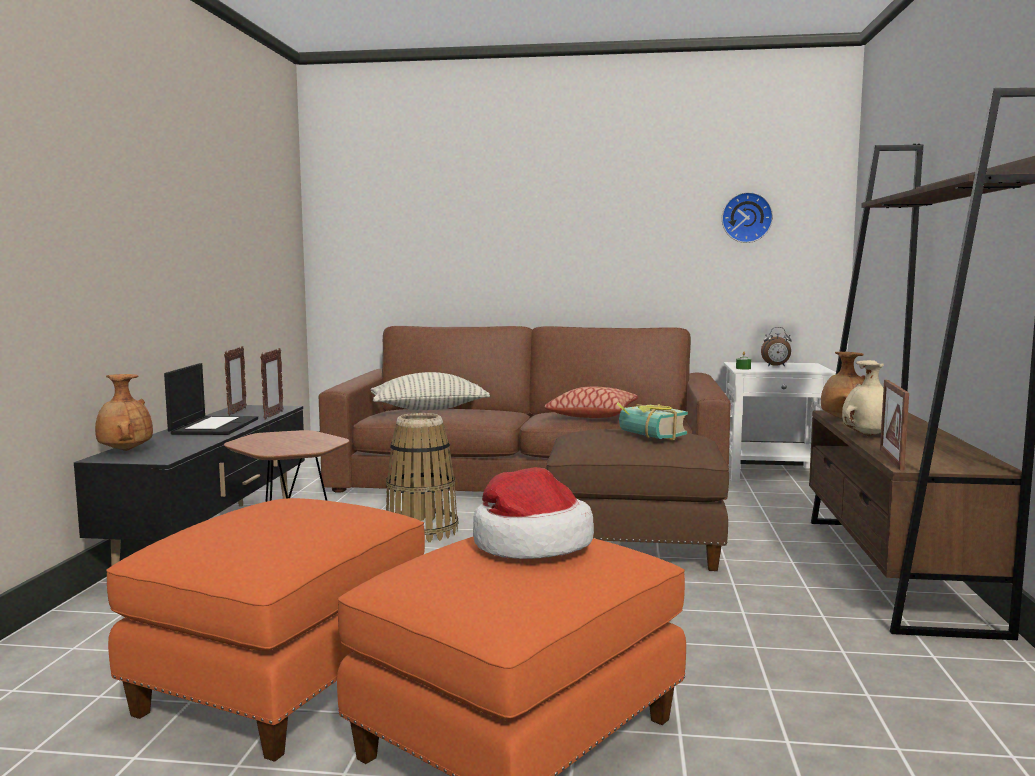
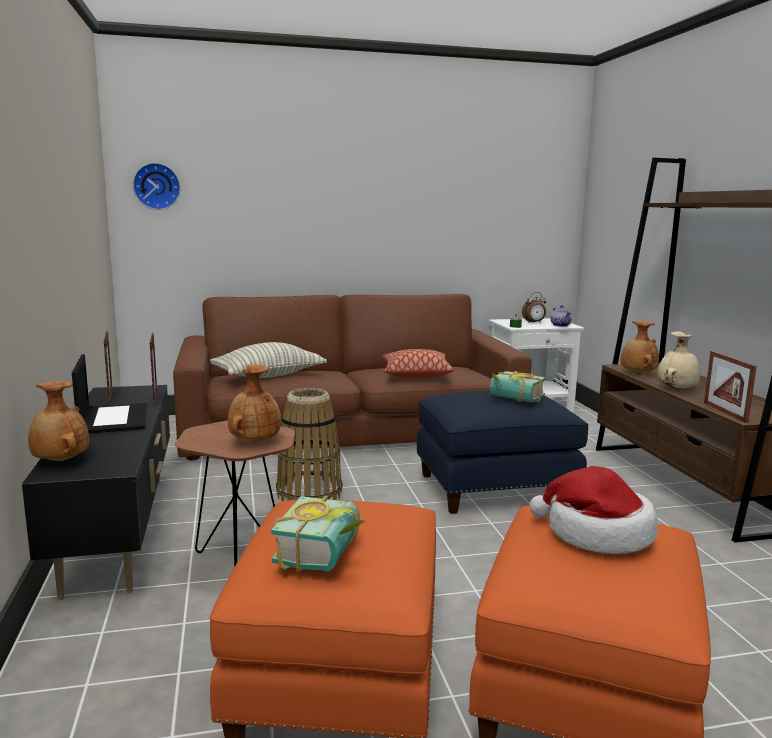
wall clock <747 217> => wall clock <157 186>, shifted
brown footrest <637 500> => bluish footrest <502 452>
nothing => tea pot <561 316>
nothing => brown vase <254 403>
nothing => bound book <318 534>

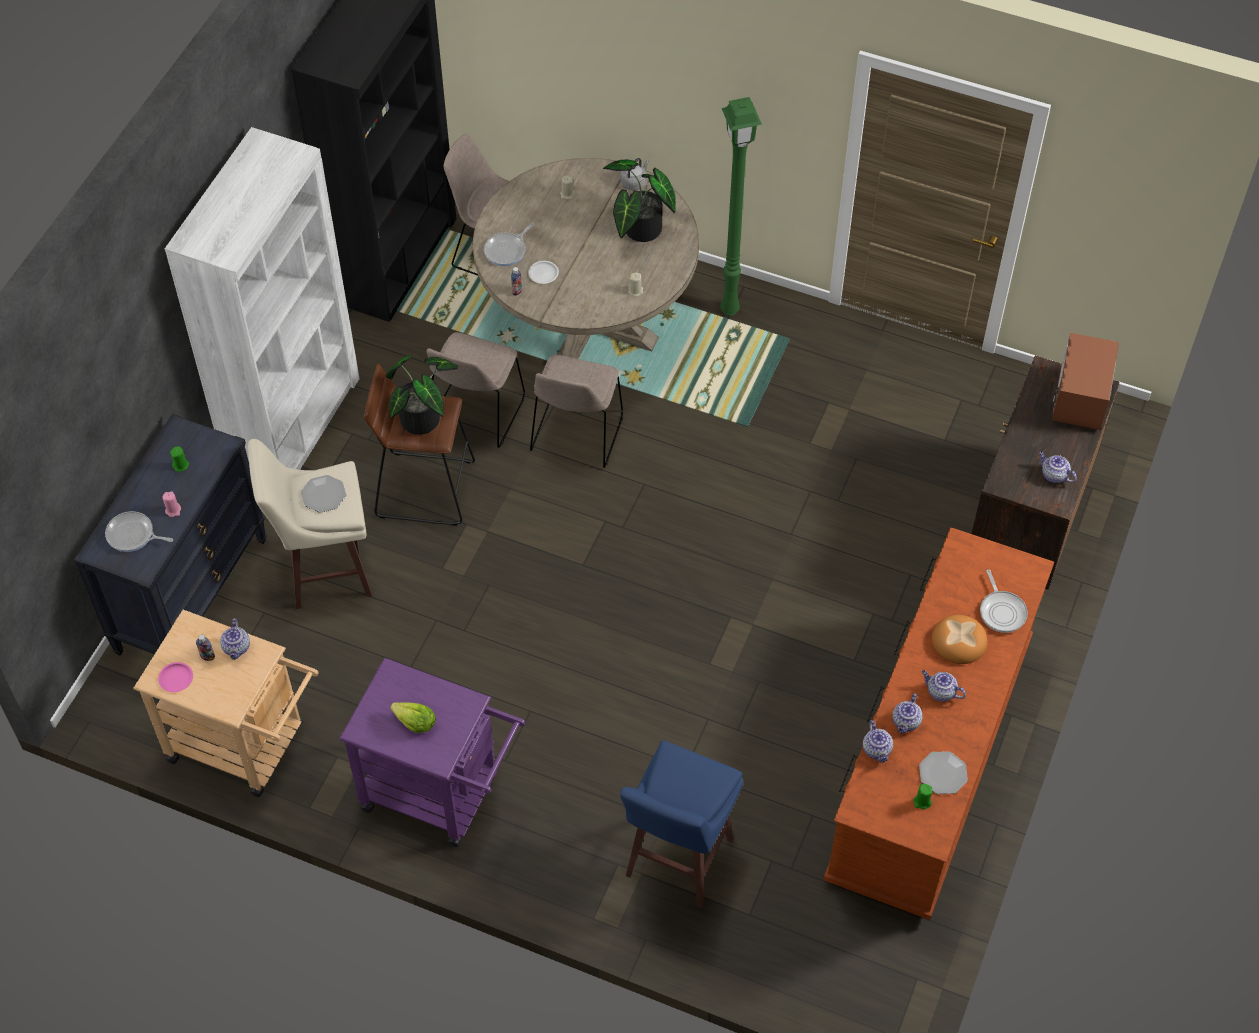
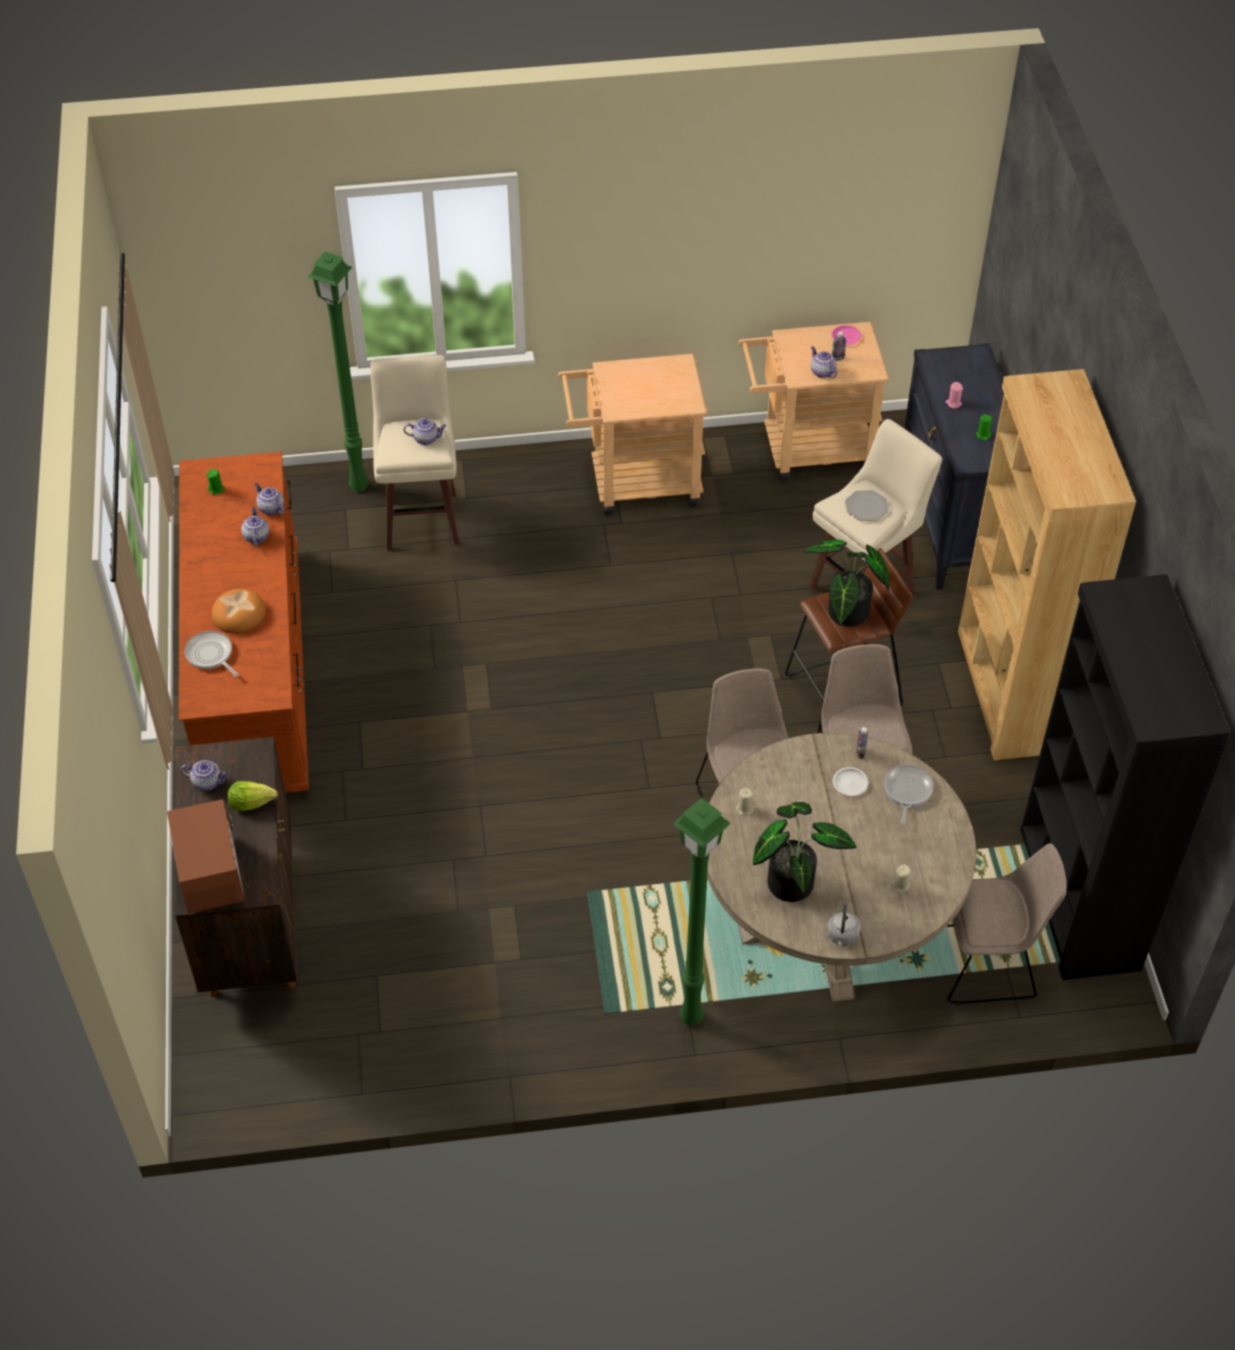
white-coloured shelving unit <262 298> => brown shelving unit <1047 564>
skillet <139 531> => nothing
purplish cart <432 752> => sand-coloured cart <633 434>
tea pot <944 686> => tea pot <424 431>, shifted
lettuce <413 717> => lettuce <253 796>, shifted
bluish sitting stool <681 824> => sand-coloured sitting stool <414 452>
plate <943 772> => nothing
nothing => green standing lamp <338 372>

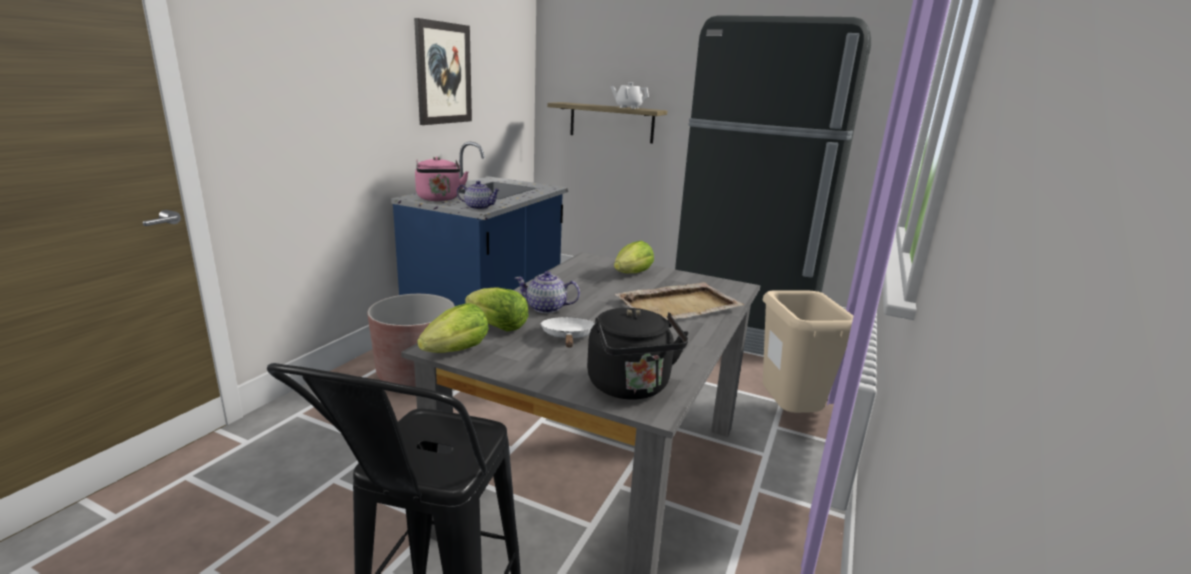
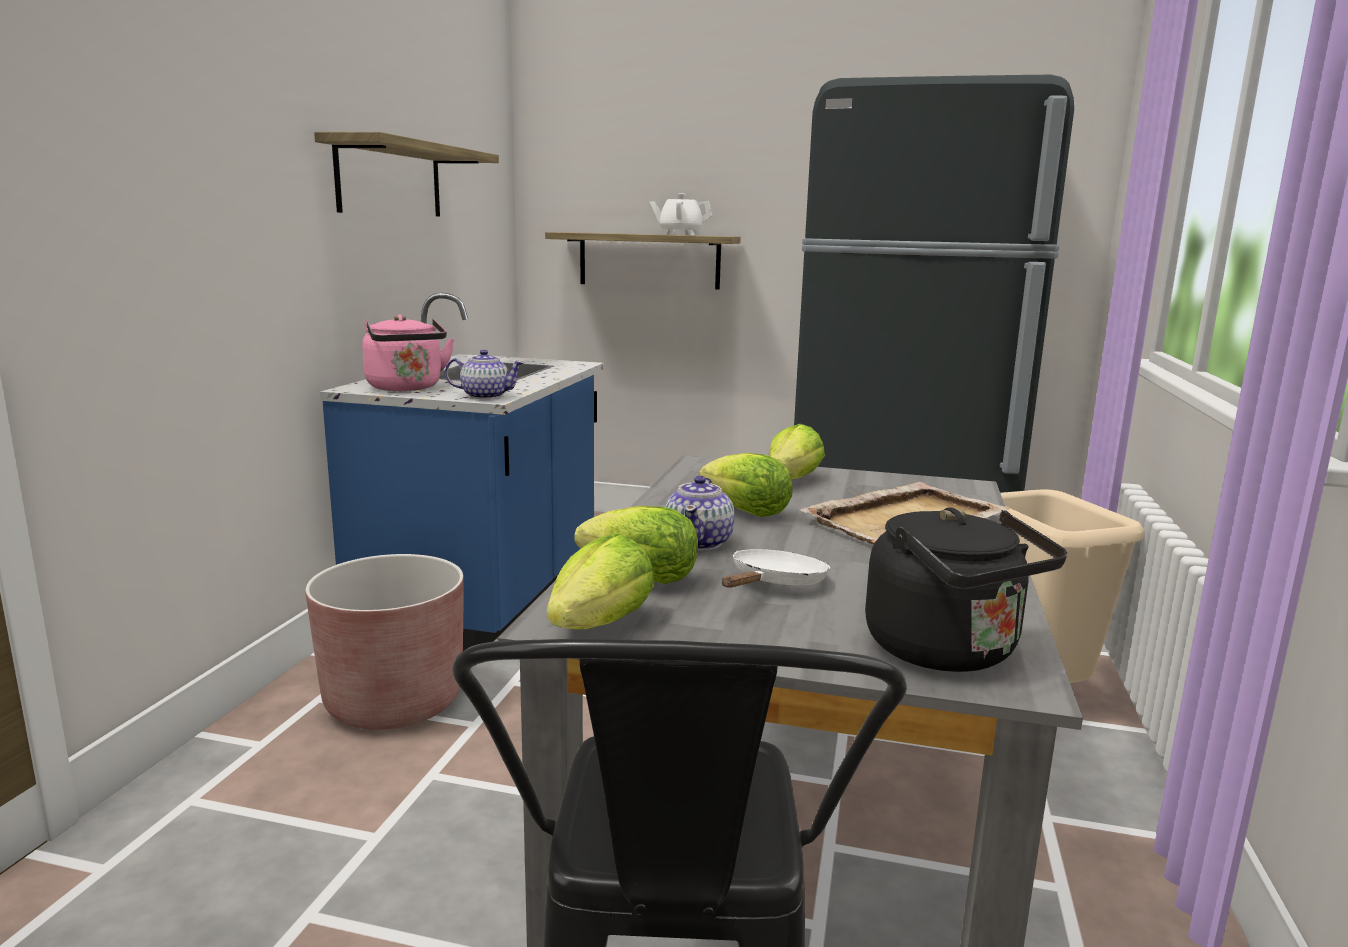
wall art <443 71> => wall shelf <406 174>
tea pot <547 292> => tea pot <700 513>, 75 degrees counterclockwise
white-coloured skillet <567 332> => white-coloured skillet <776 568>, 45 degrees clockwise
nothing => lettuce <745 485>

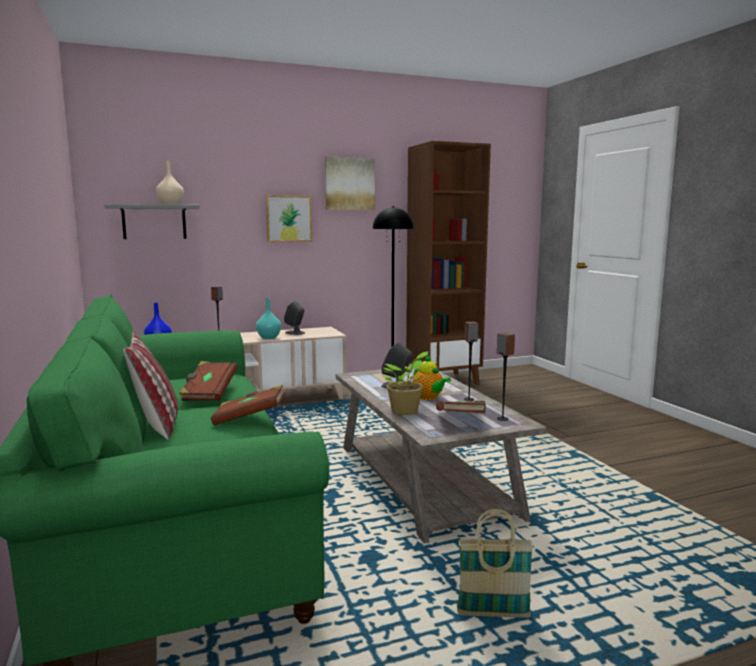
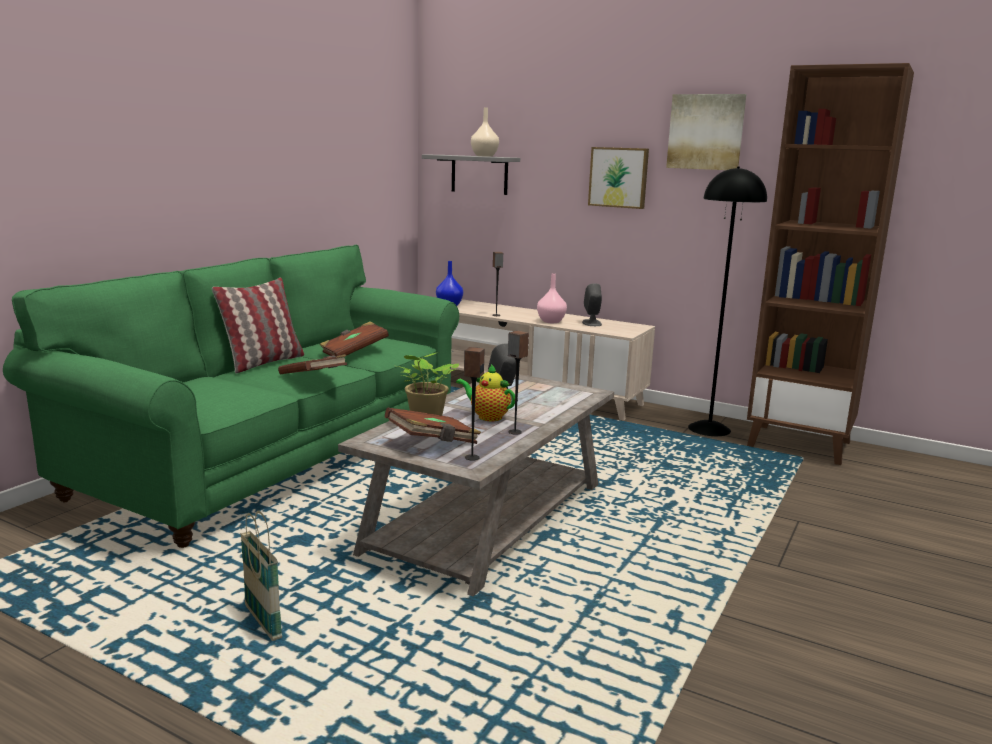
turquoise-coloured vase <268 318> => pinkish vase <552 298>
tea pot <431 377> => tea pot <485 392>, 105 degrees clockwise

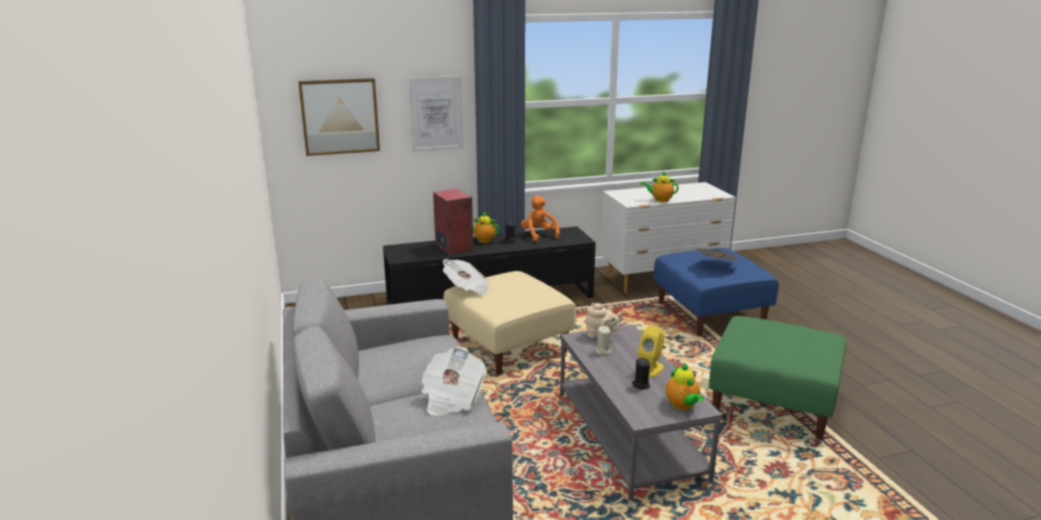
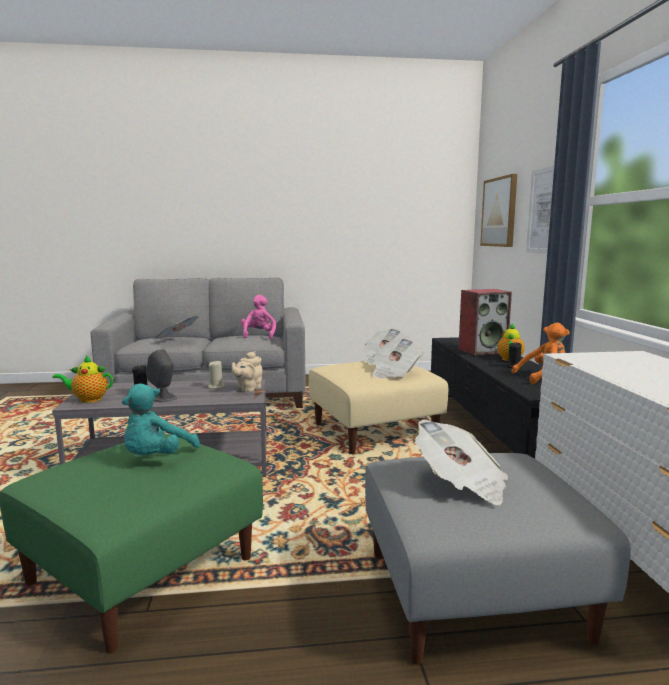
tea pot <660 186> => nothing
bluish footrest <716 292> => gray footrest <498 559>
yellowish loudspeaker <651 351> => gray loudspeaker <161 375>
nothing => pinkish plush toy <258 317>
nothing => newspaper <398 358>
nothing => turquoise-coloured plush toy <161 419>

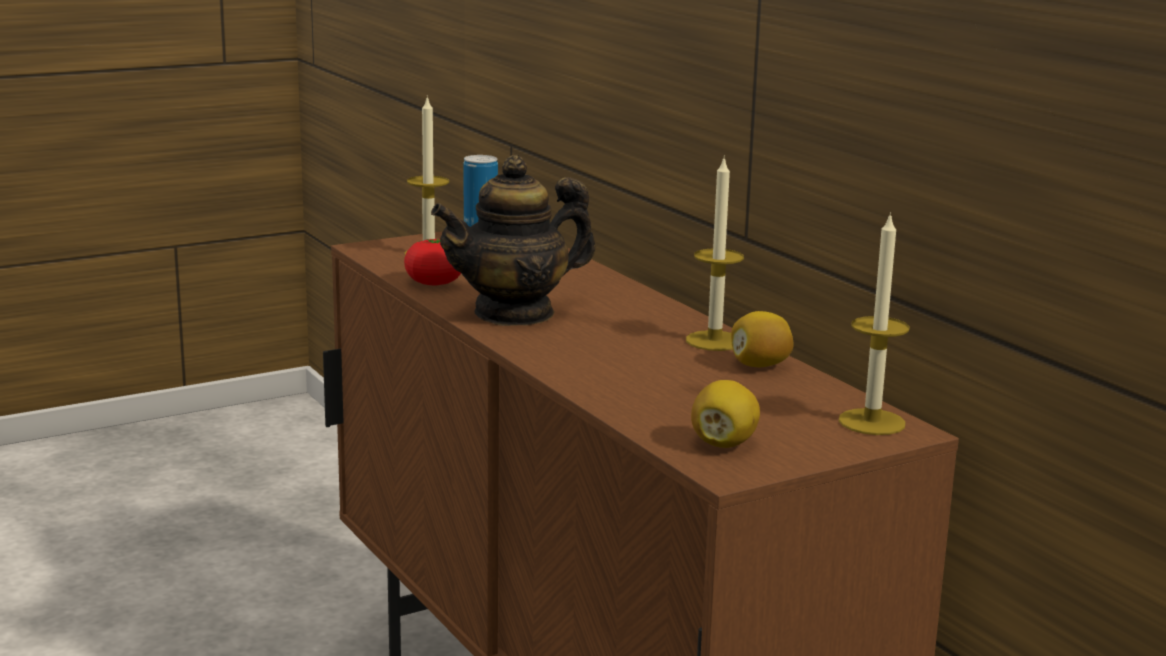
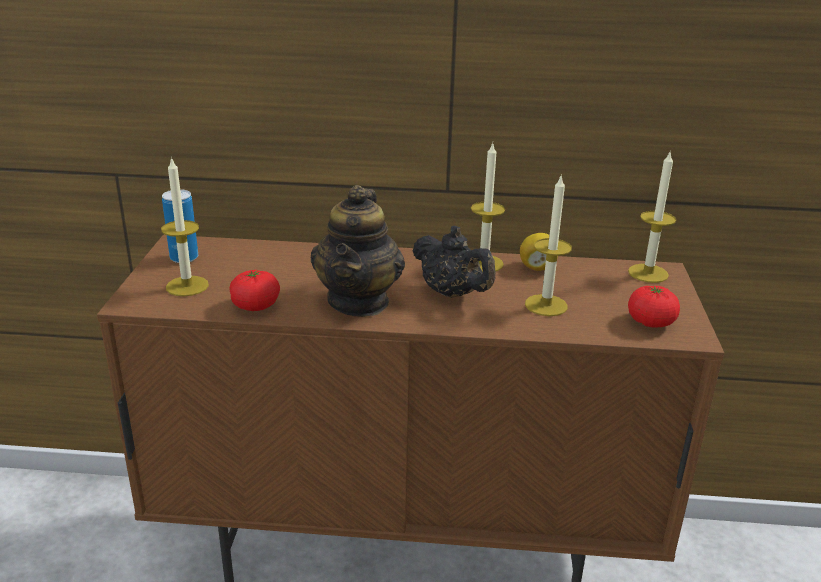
lemon <725 414> => fresh tomato <654 307>
nothing => wax light <548 245>
nothing => blackish tea pot <453 262>

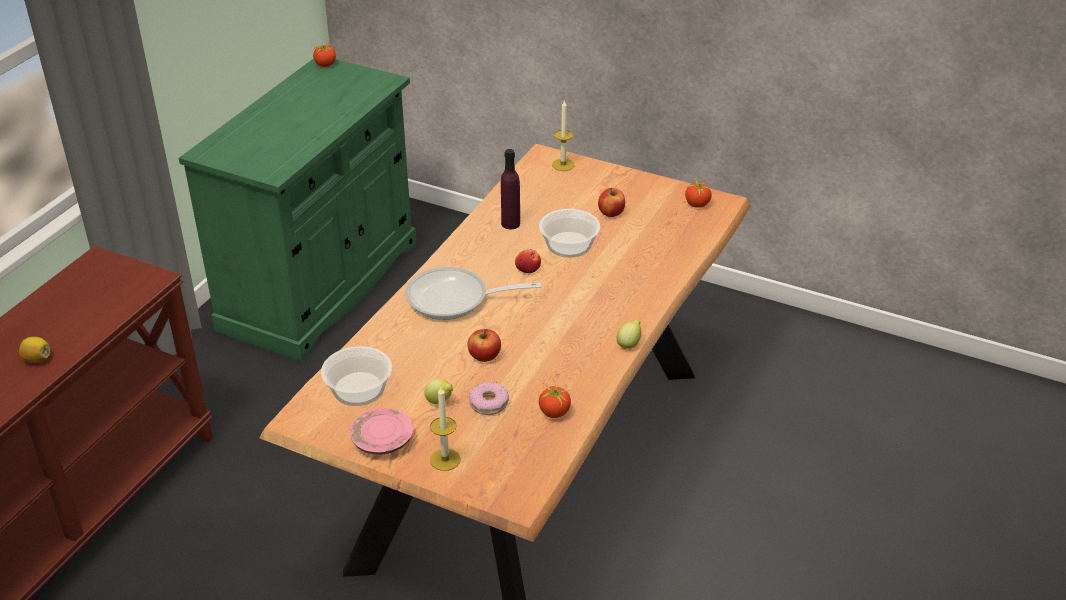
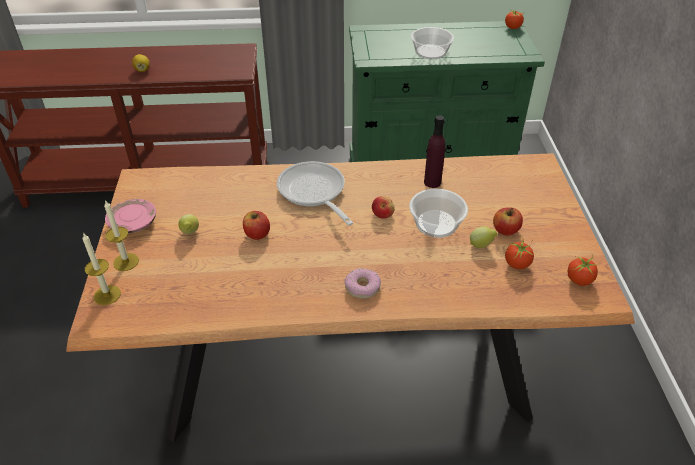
wax light <563 136> => wax light <101 269>, shifted
lemon <629 335> => lemon <484 237>, shifted
bowl <356 376> => bowl <432 43>, shifted
fresh tomato <555 398> => fresh tomato <519 252>, shifted
donut <489 398> => donut <362 283>, shifted

